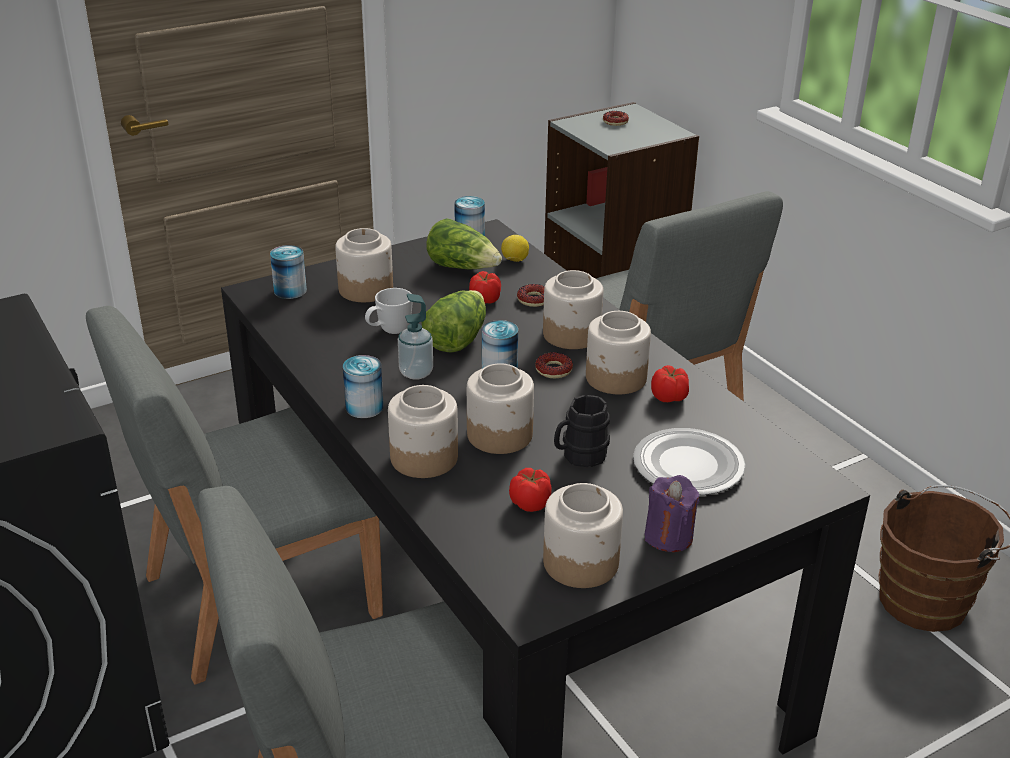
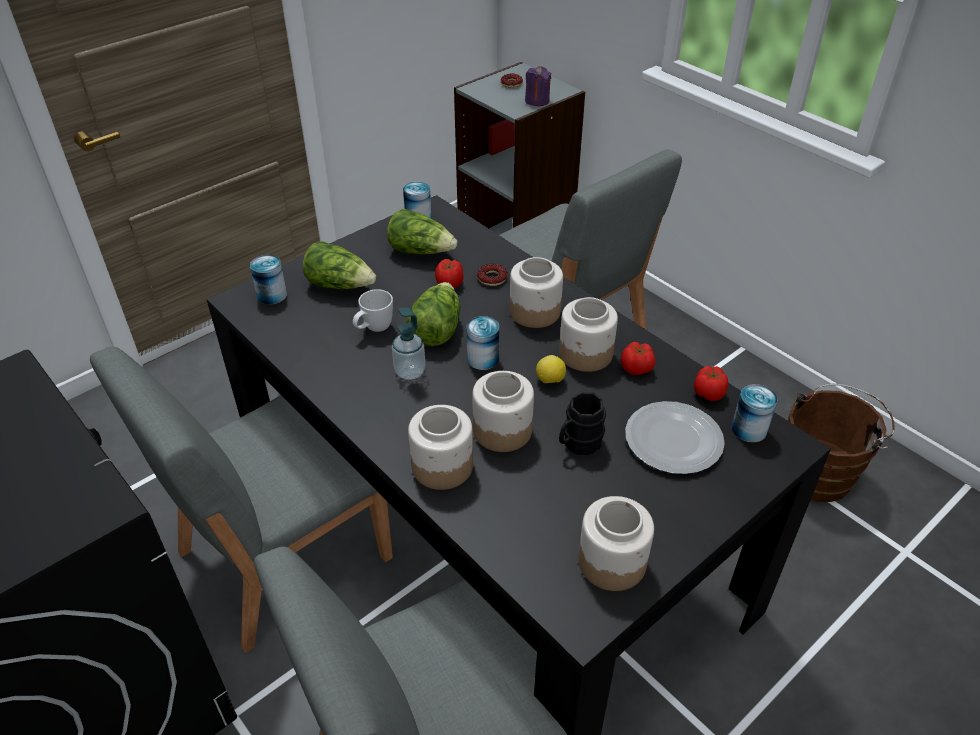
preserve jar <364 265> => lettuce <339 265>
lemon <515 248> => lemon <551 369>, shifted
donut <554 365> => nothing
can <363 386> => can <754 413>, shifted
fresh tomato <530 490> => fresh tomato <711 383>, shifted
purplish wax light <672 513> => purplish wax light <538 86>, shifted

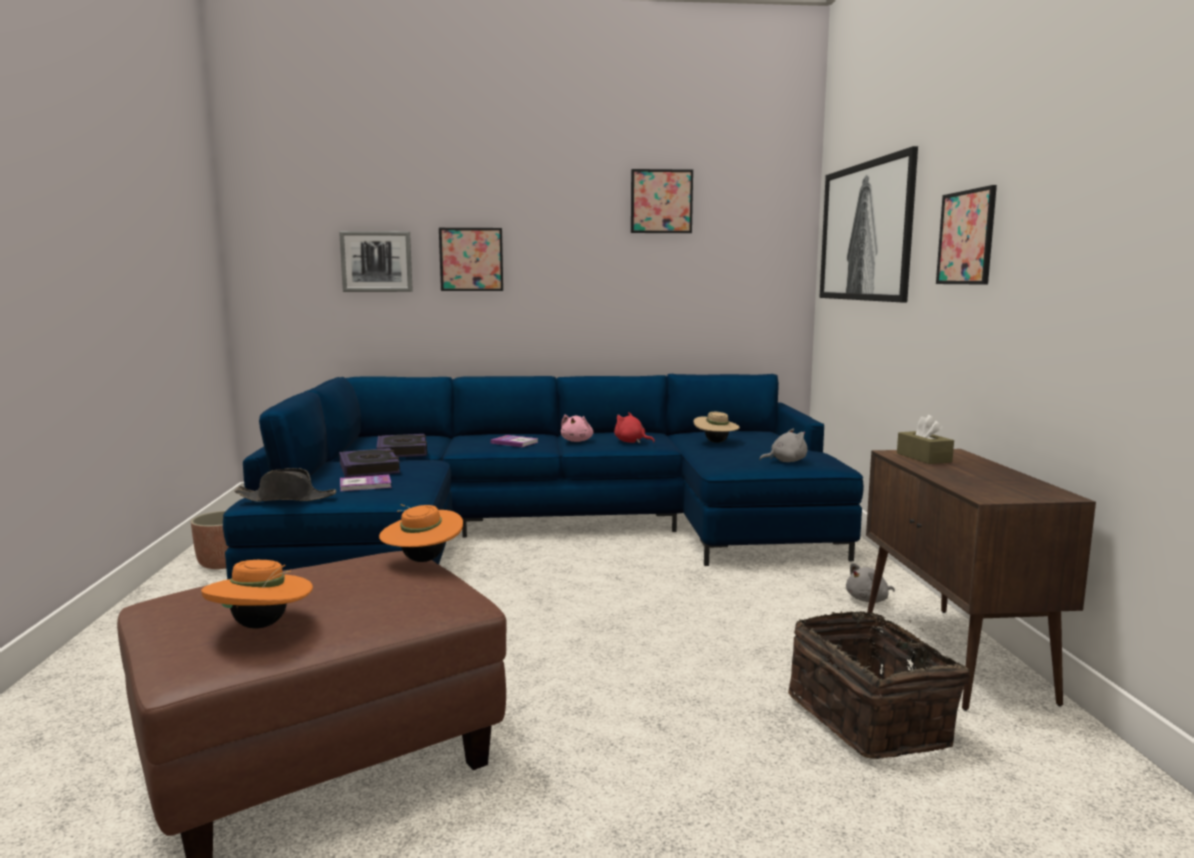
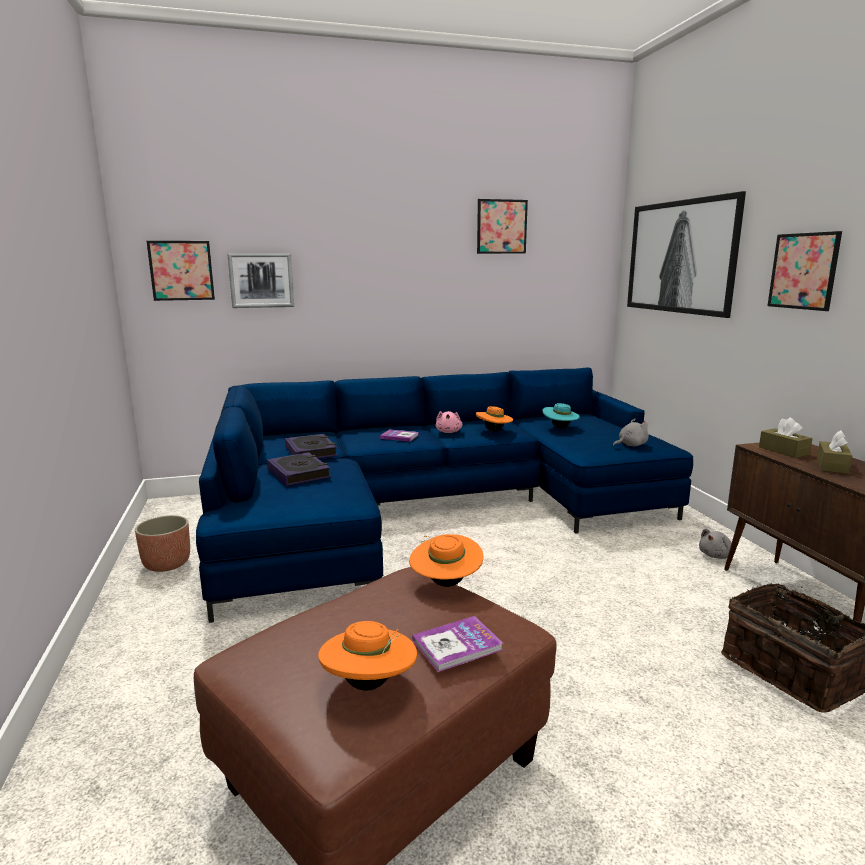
wall art <471 259> => wall art <181 271>, shifted
red-coloured plush toy <634 427> => orange-coloured clothing hat <494 419>
sand-coloured clothing hat <717 427> => turquoise-coloured clothing hat <561 415>
blackish clothing hat <285 485> => nothing
bound book <366 482> => bound book <457 644>, shifted
nothing => brown box of tissues <834 452>

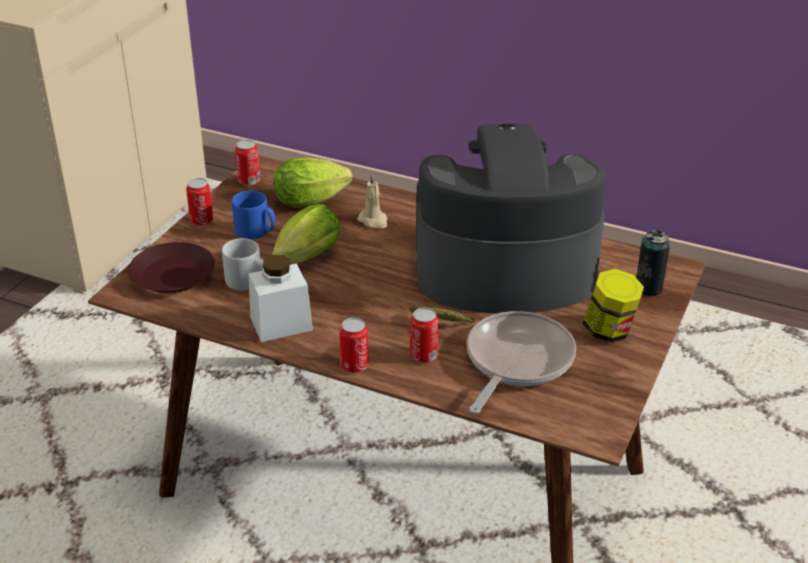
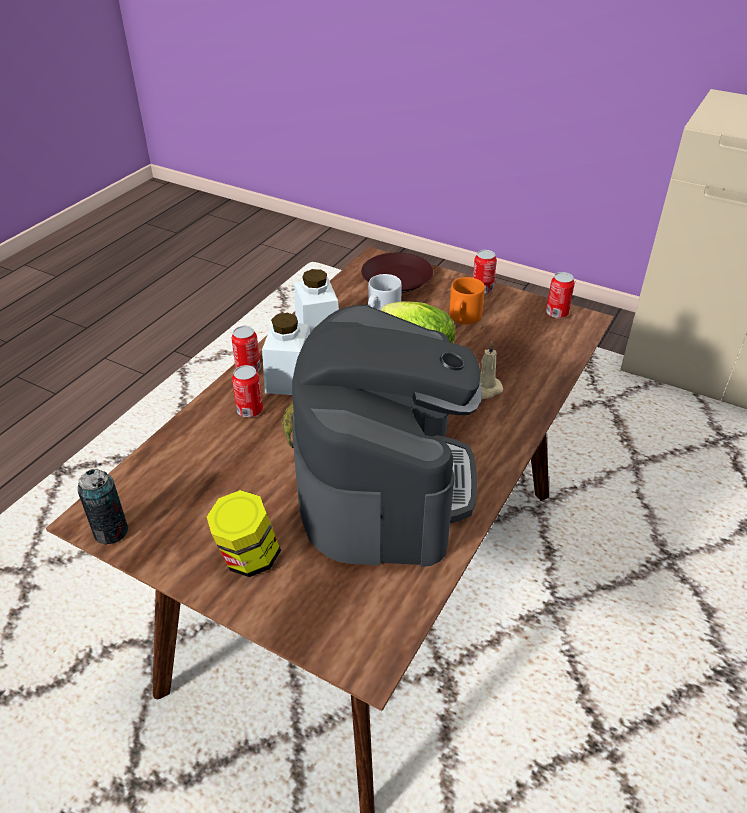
lettuce <313 182> => nothing
bluish tea mug <253 215> => orange-coloured tea mug <467 300>
can <653 263> => can <103 506>, shifted
skillet <521 362> => nothing
nothing => white-coloured preserve jar <286 354>

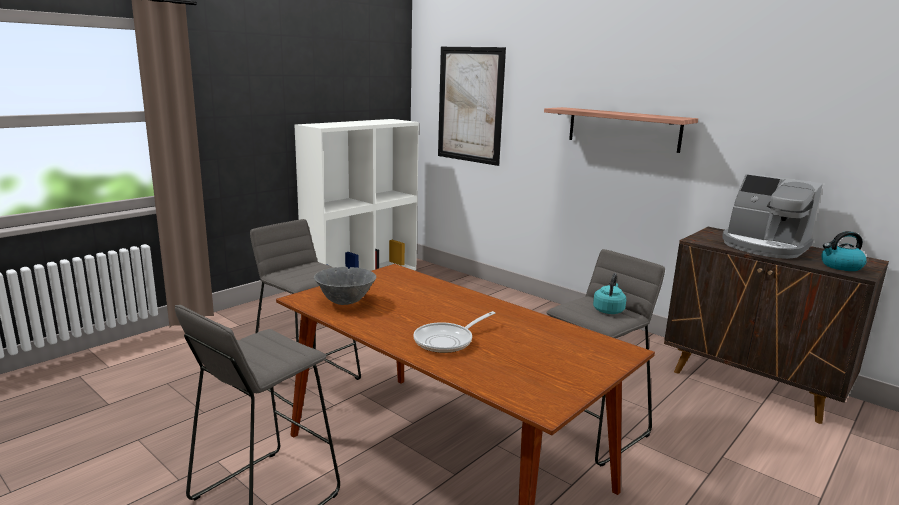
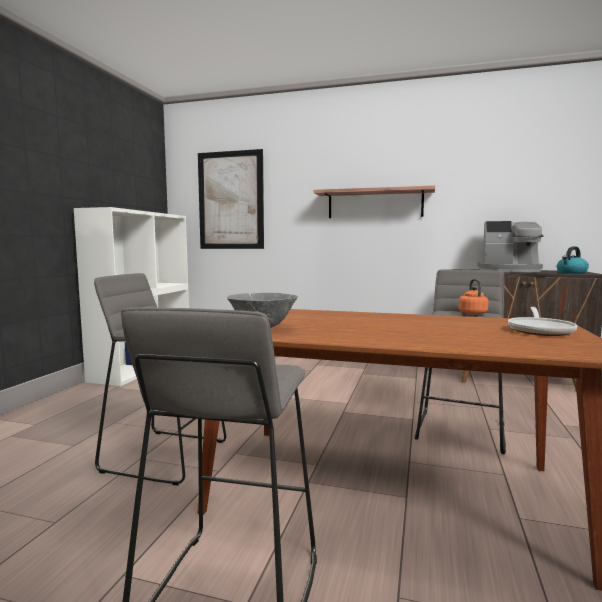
turquoise-coloured tea kettle <609 293> => orange-coloured tea kettle <473 297>
skillet <454 332> => skillet <542 321>, shifted

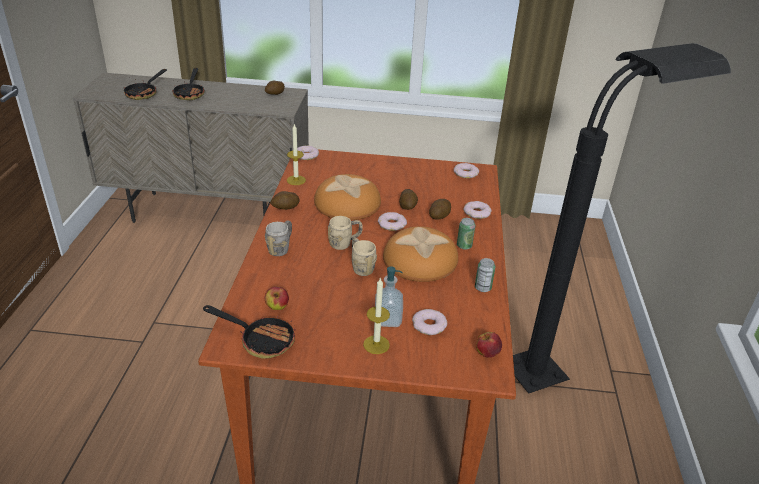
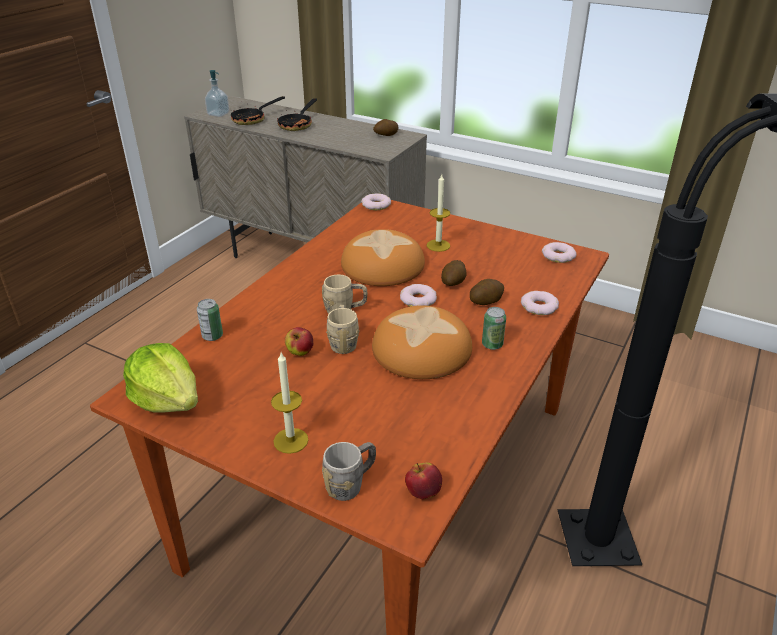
wax light <296 154> => wax light <438 213>, shifted
potato <285 200> => nothing
gray tea mug <278 238> => gray tea mug <349 471>, shifted
can <485 275> => can <210 320>, shifted
liquid soap bottle <389 296> => liquid soap bottle <217 93>, shifted
apple <277 298> => apple <299 341>, shifted
skillet <249 332> => lettuce <160 378>
donut <429 322> => nothing

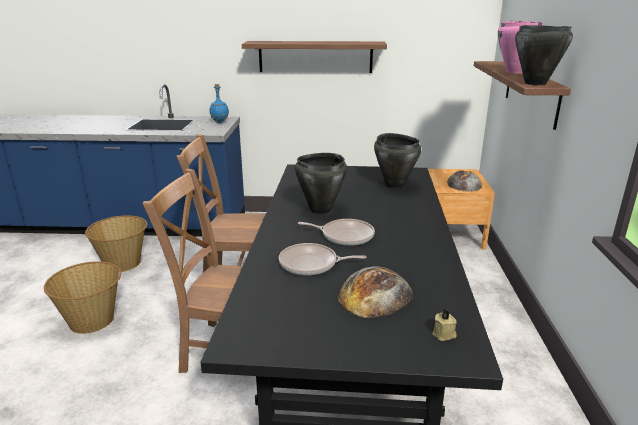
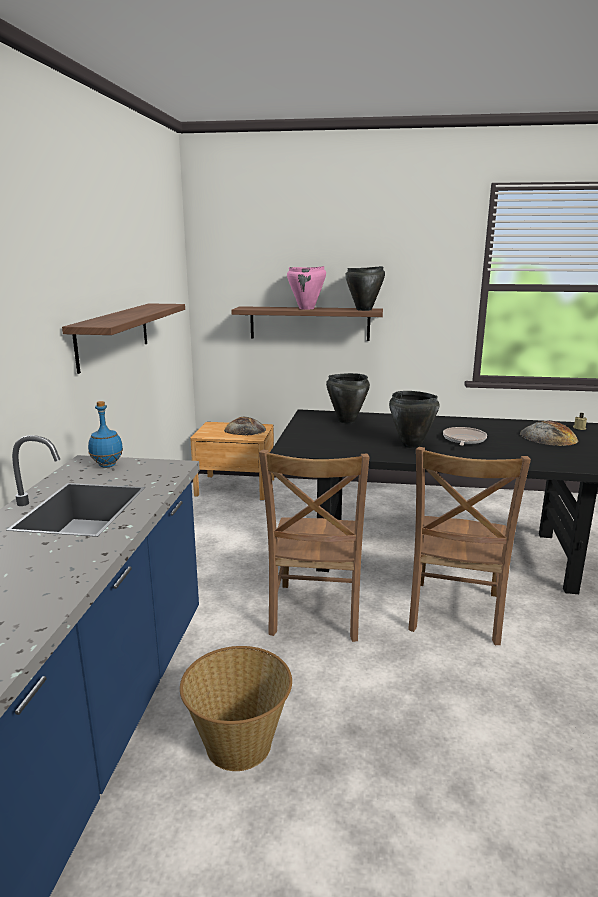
skillet <322 259> => nothing
storage basket <82 297> => nothing

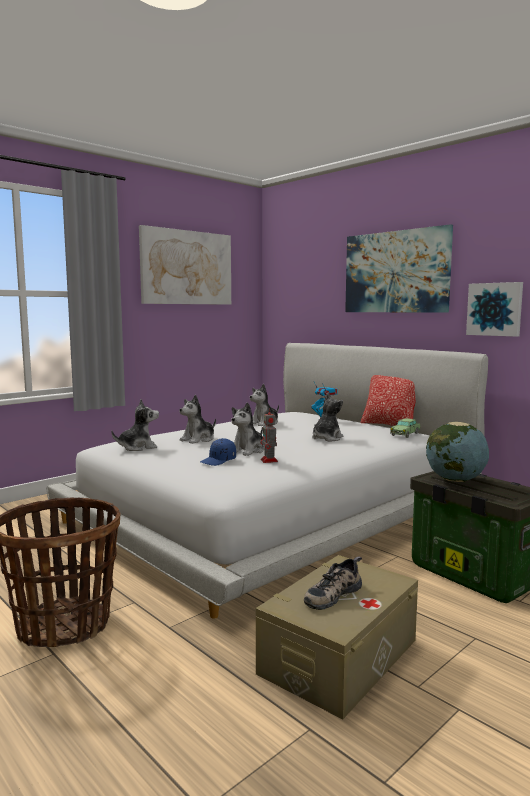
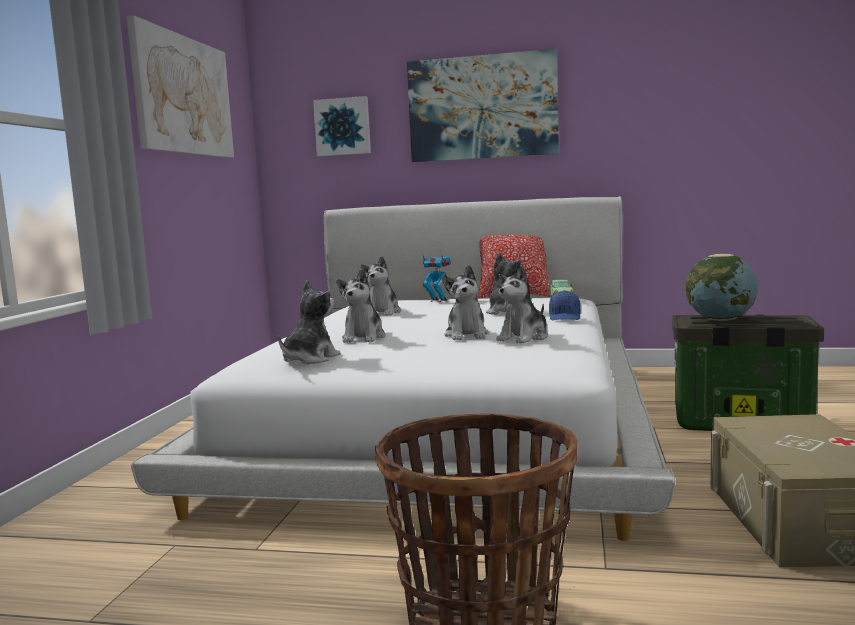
wall art <494 309> => wall art <342 126>, shifted
model robot <269 435> => plush toy <522 304>
bluish cap <218 452> => bluish cap <565 305>, shifted
low shoe <333 583> => nothing

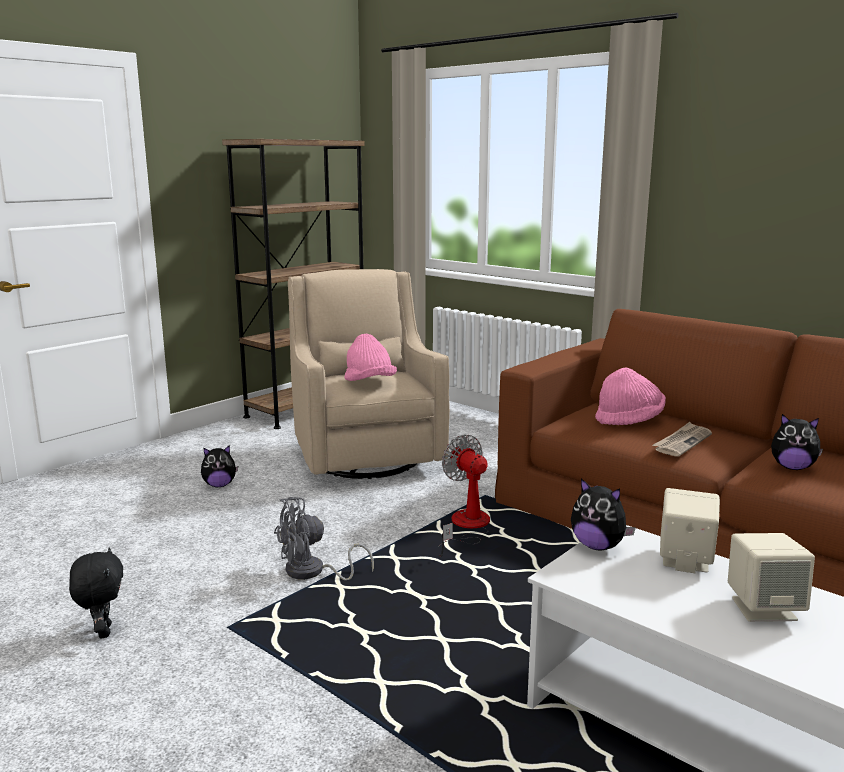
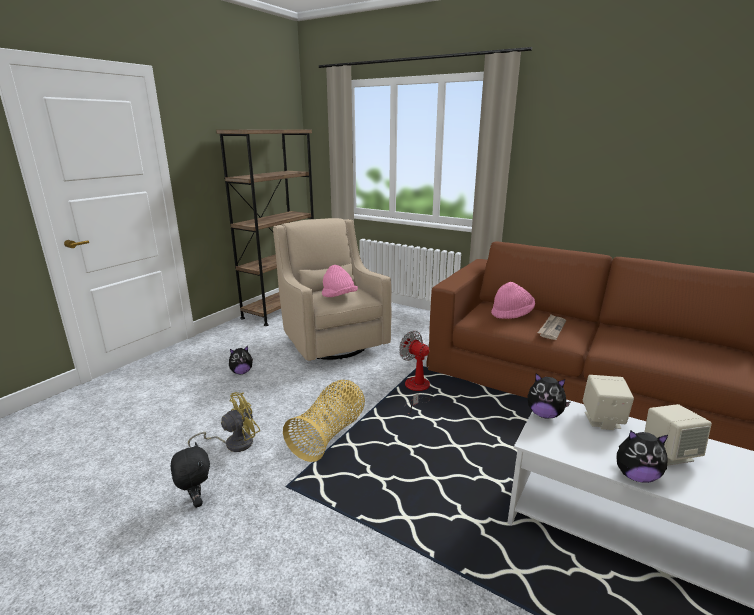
plush toy <797 442> => plush toy <642 456>, shifted
gray cooling fan <324 538> => storage basket <324 421>
nothing => yellowish cooling fan <224 422>

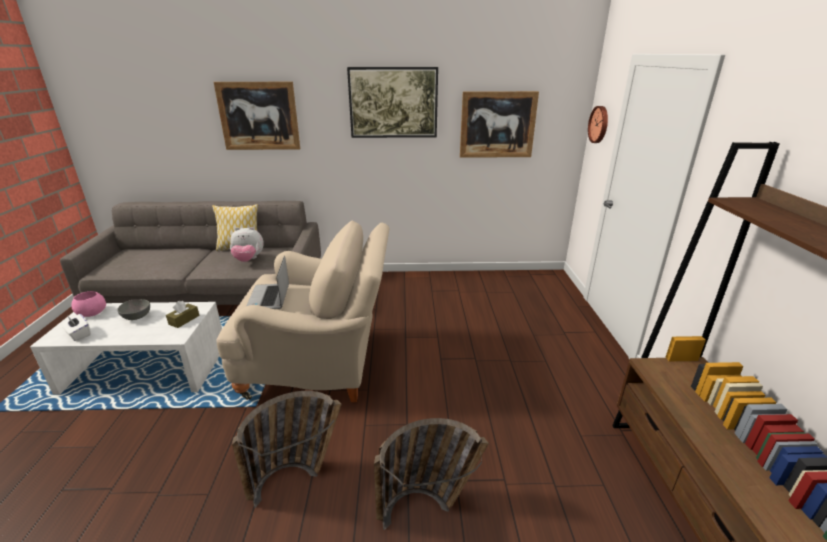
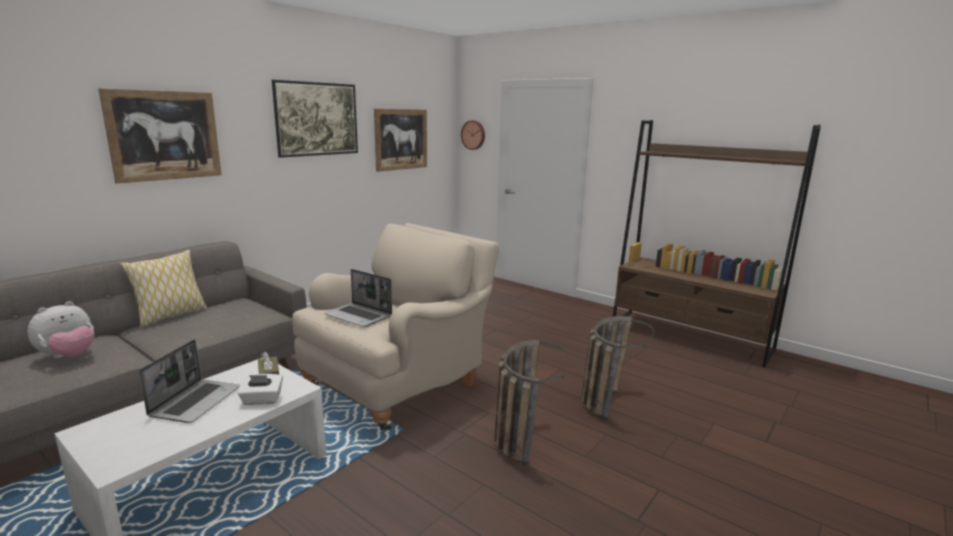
plush toy <247 244> => plush toy <60 330>, shifted
pinkish bowl <88 304> => nothing
gray bowl <134 309> => notebook computer <189 381>
white-coloured box of tissues <76 327> => white-coloured box of tissues <260 389>, shifted

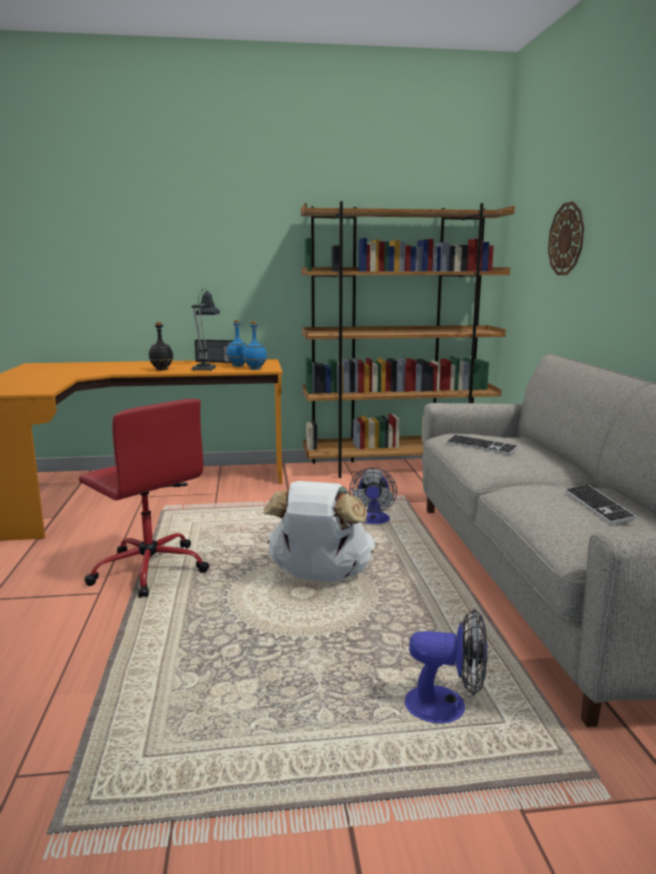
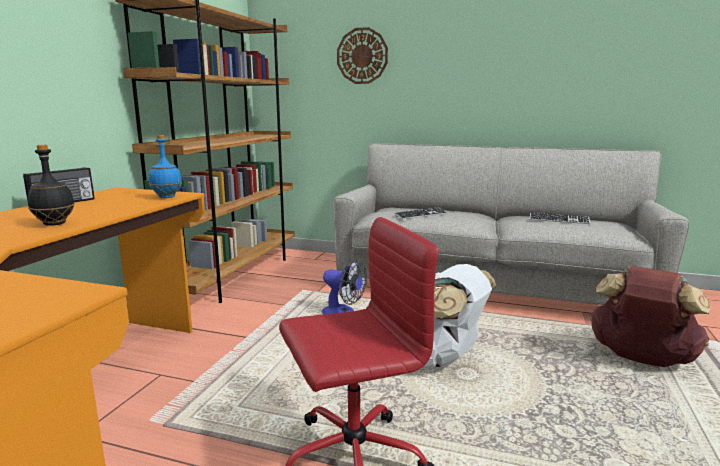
table lamp <205 329> => nothing
bluish drink bottle <236 343> => nothing
cooling fan <446 666> => brown knapsack <650 316>

